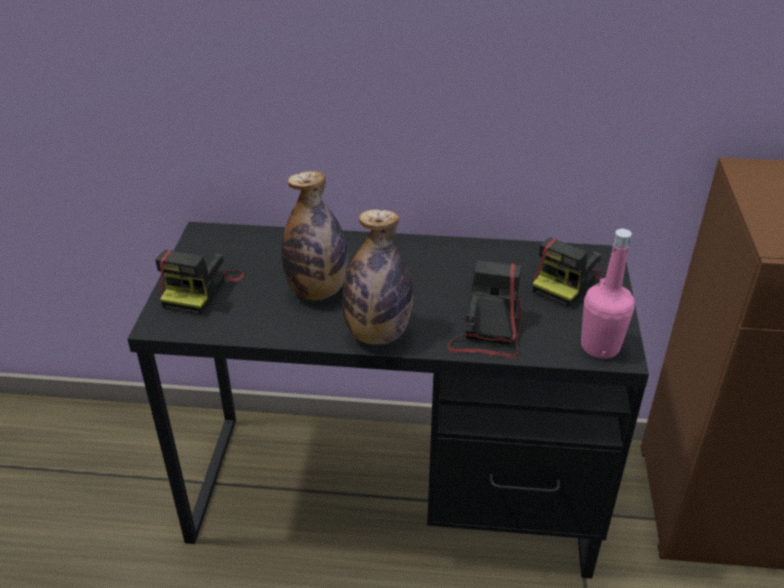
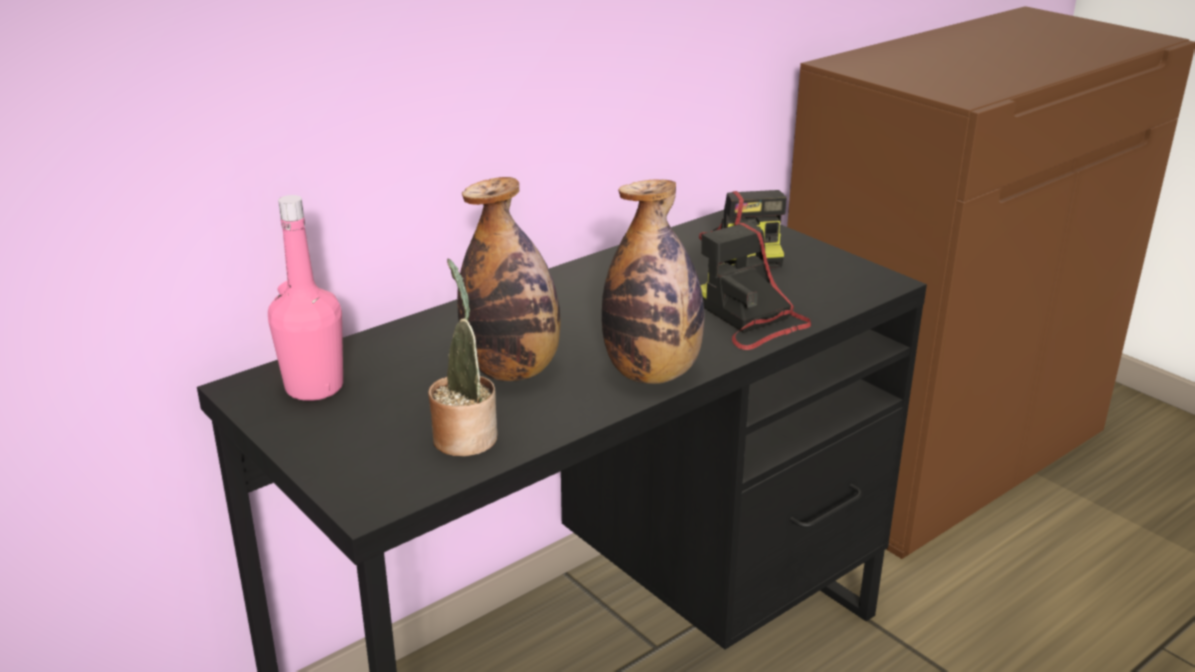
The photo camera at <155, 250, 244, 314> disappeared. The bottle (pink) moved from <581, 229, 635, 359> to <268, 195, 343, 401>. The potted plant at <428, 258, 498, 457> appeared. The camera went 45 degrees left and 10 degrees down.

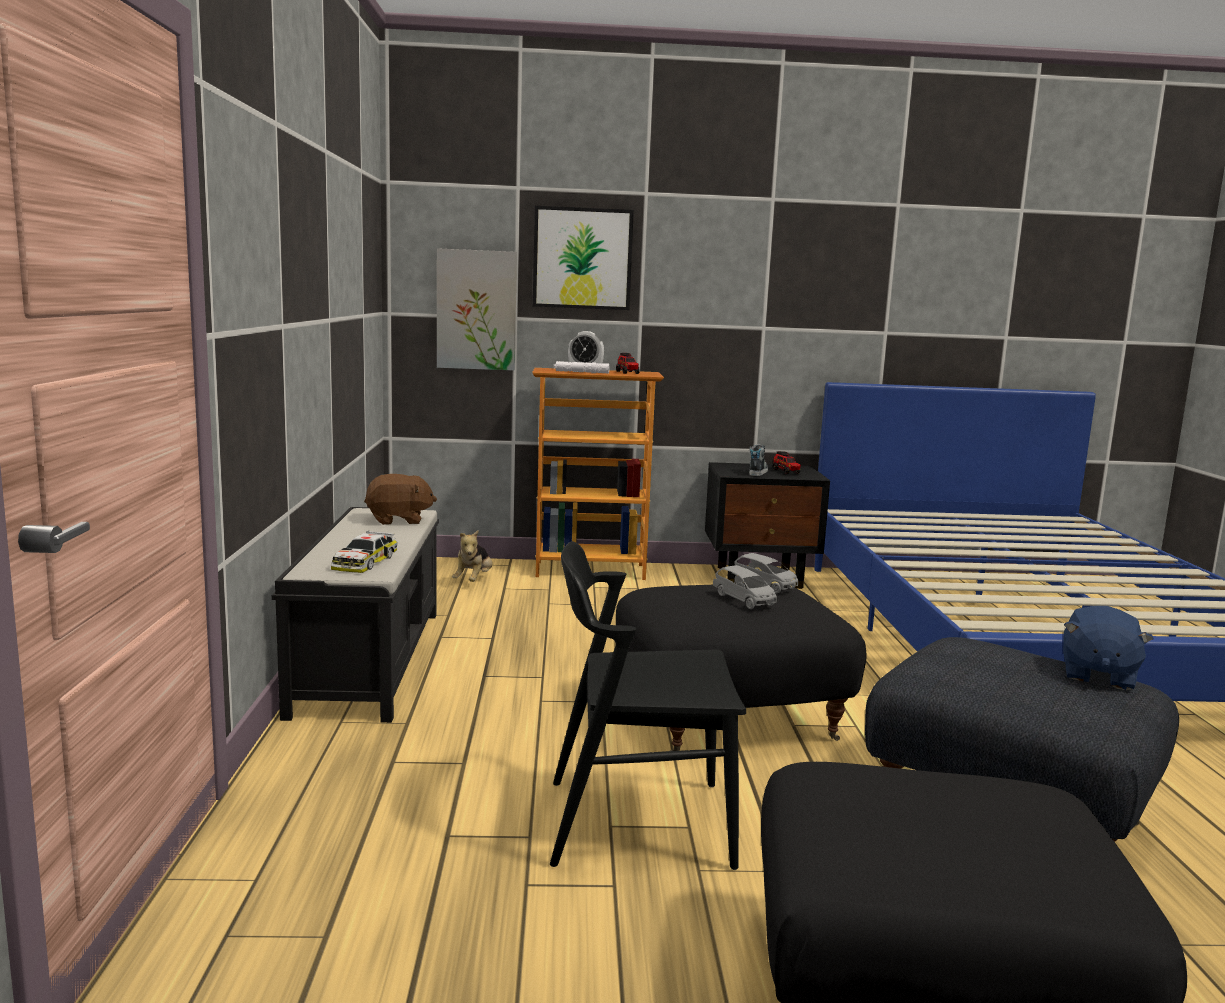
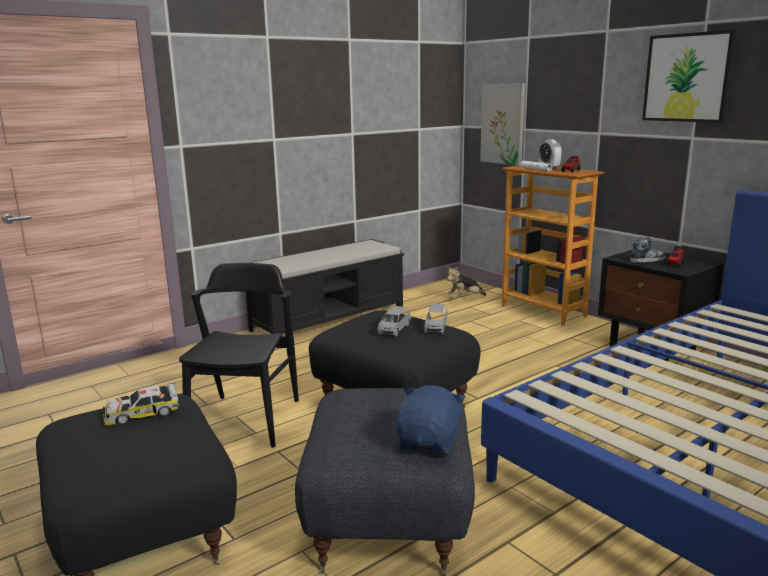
The toy car moved from <331, 531, 397, 573> to <103, 383, 178, 426>. The plush toy (brown) at <364, 474, 437, 525> disappeared. The picture moved from <533, 206, 634, 310> to <642, 30, 737, 123>. The chair (black) at <550, 541, 746, 870> turned 45 degrees clockwise. The plush toy (blue) at <1063, 606, 1154, 690> turned 120 degrees clockwise. The camera went 55 degrees right and 5 degrees up.

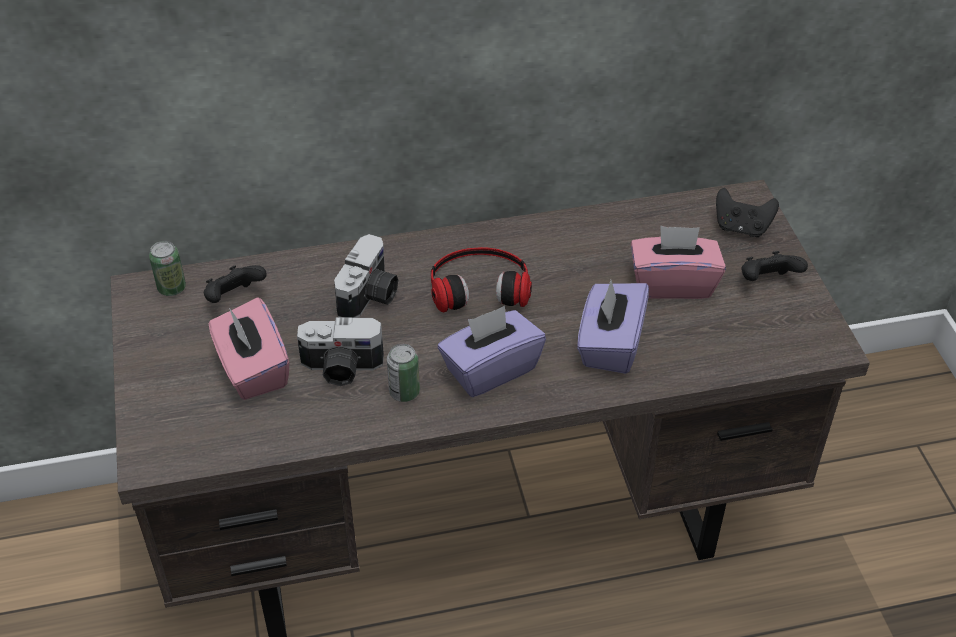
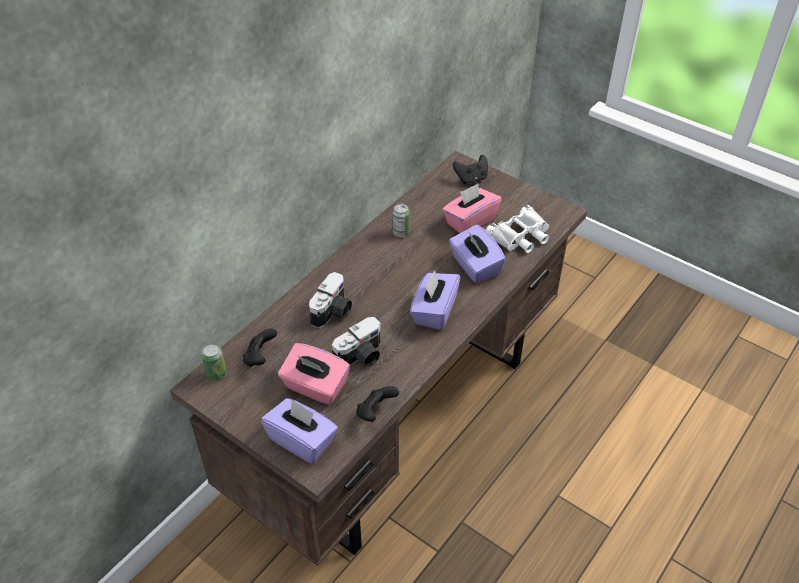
The photo camera at <334, 234, 398, 318> turned 45 degrees clockwise. The can moved from <387, 344, 420, 402> to <392, 204, 410, 237>. The headphones at <431, 247, 532, 312> disappeared. The game controller (black) moved from <741, 251, 808, 281> to <356, 386, 399, 422>. The tissue box (purple) at <261, 398, 338, 464> appeared. The binoculars (white) at <486, 205, 549, 253> appeared. The camera went 40 degrees left and 0 degrees up.

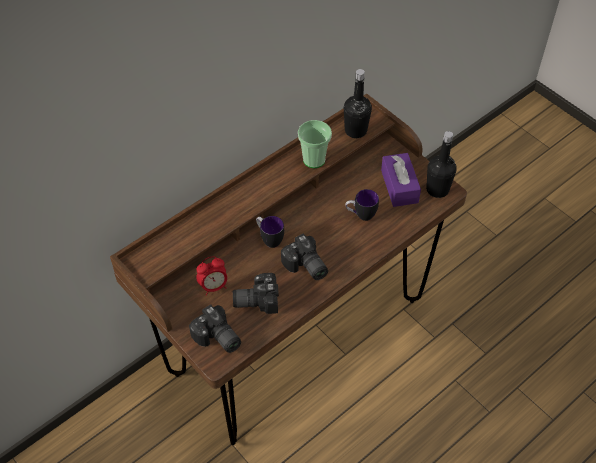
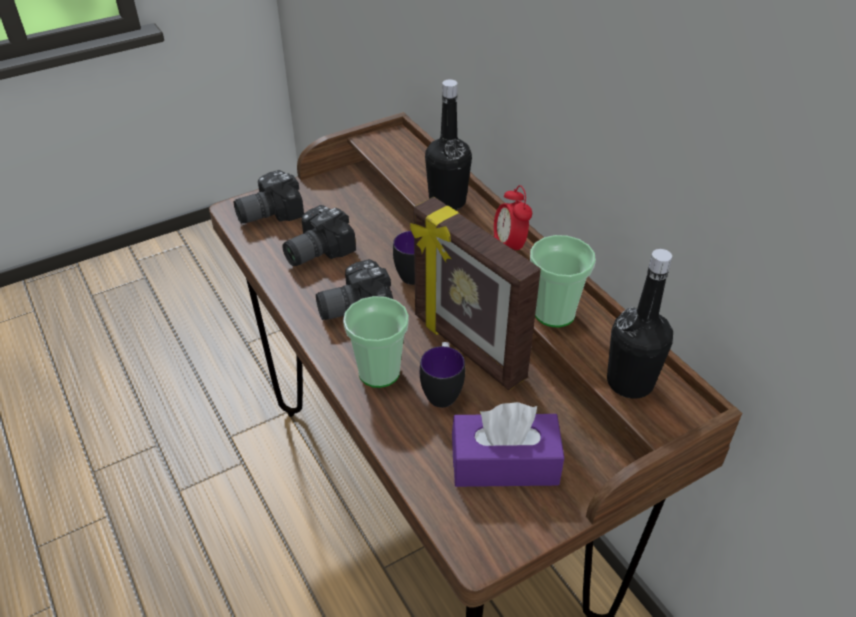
The alarm clock moved from <196, 256, 227, 296> to <494, 185, 532, 250>. The photo camera at <233, 273, 279, 314> turned 135 degrees counterclockwise. The bottle (black) moved from <426, 131, 456, 198> to <425, 79, 472, 210>. The cup at <343, 296, 409, 388> appeared. The picture frame at <410, 197, 541, 390> appeared. The camera went 100 degrees right and 10 degrees down.

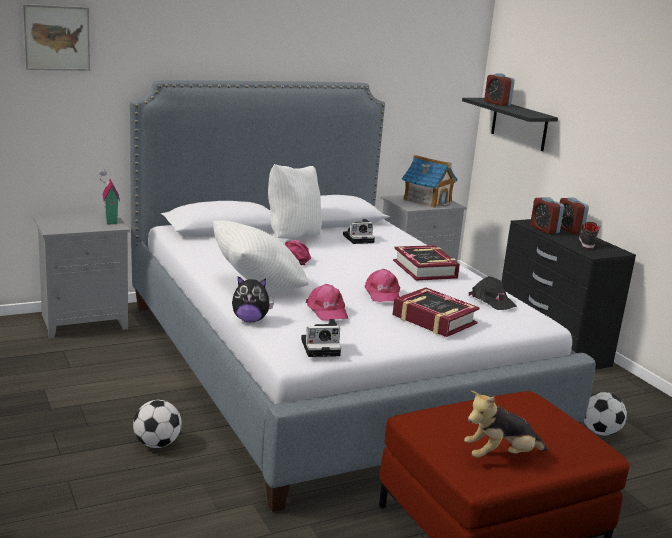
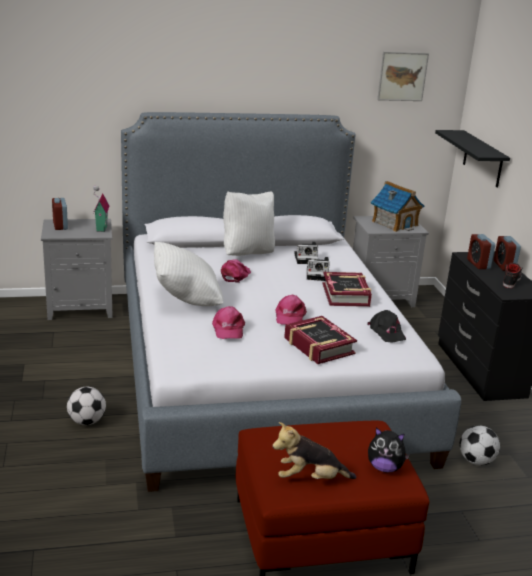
The picture moved from <23, 4, 90, 71> to <377, 51, 429, 101>. The plush toy moved from <232, 276, 274, 322> to <368, 427, 410, 472>. The photo camera moved from <301, 319, 341, 357> to <307, 257, 330, 281>. The alarm clock moved from <484, 73, 515, 106> to <52, 198, 68, 230>. The camera went 15 degrees right and 5 degrees up.

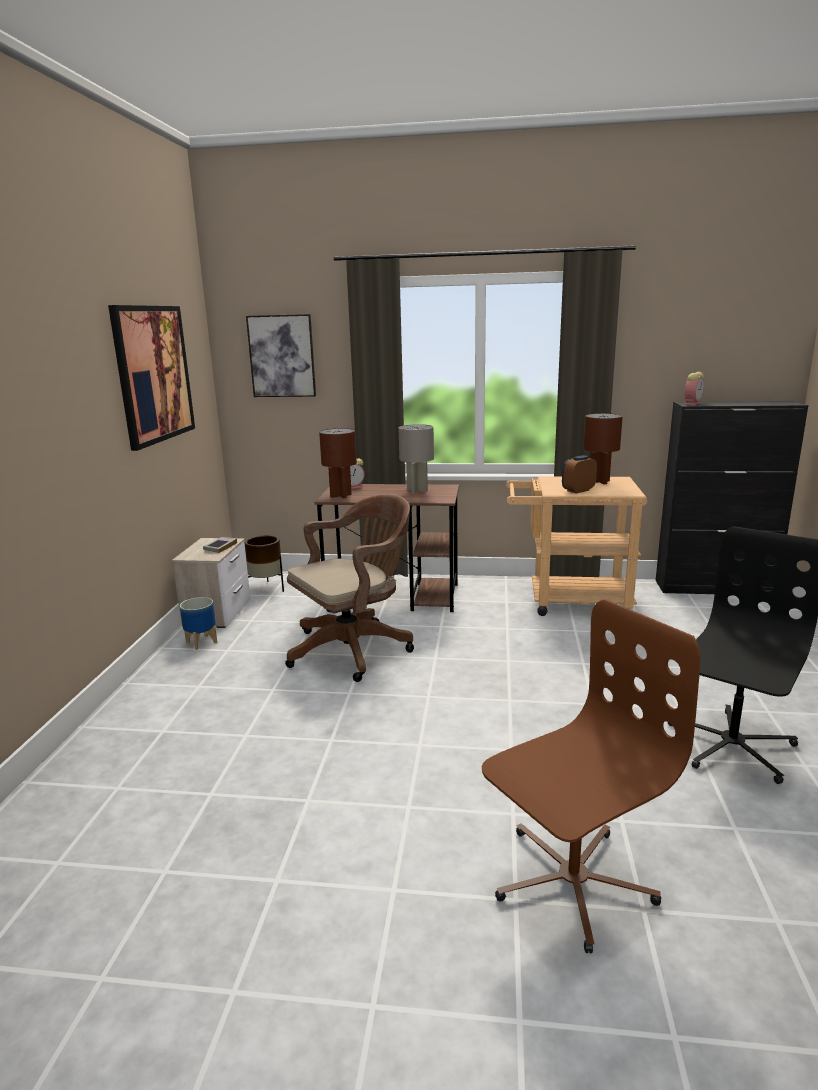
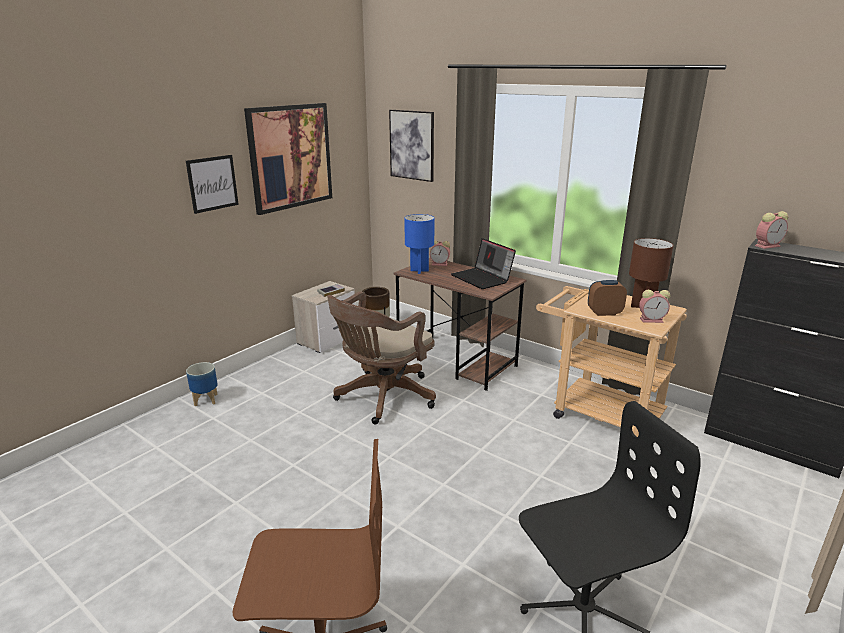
The planter moved from <180, 597, 217, 650> to <186, 362, 218, 407>. The office chair (brown) at <285, 494, 414, 682> turned 135 degrees clockwise. The table lamp (brown) at <319, 428, 357, 498> became the table lamp (blue) at <404, 214, 435, 274>. The table lamp (grey) at <398, 424, 434, 494> was replaced by the laptop at <451, 238, 516, 289>. The picture at <186, 155, 239, 214> appeared. The alarm clock at <639, 290, 670, 323> appeared. The camera went 30 degrees right and 5 degrees up.

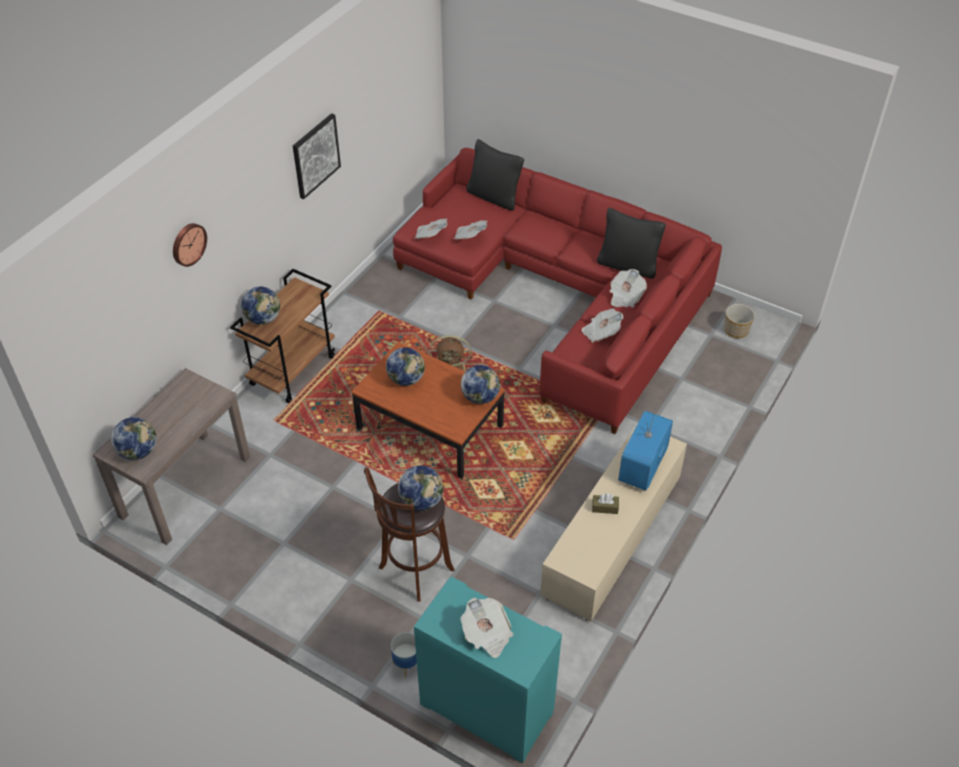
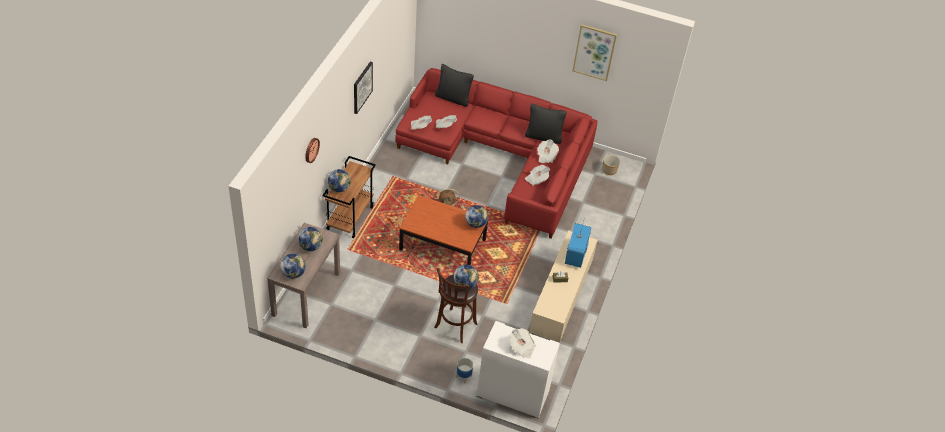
The globe moved from <386, 347, 425, 386> to <298, 227, 323, 251>. The cabinet (turquoise) at <414, 576, 562, 763> became the cabinet (white) at <477, 321, 560, 419>. The picture at <572, 24, 617, 81> appeared. The camera went 15 degrees left and 0 degrees up.

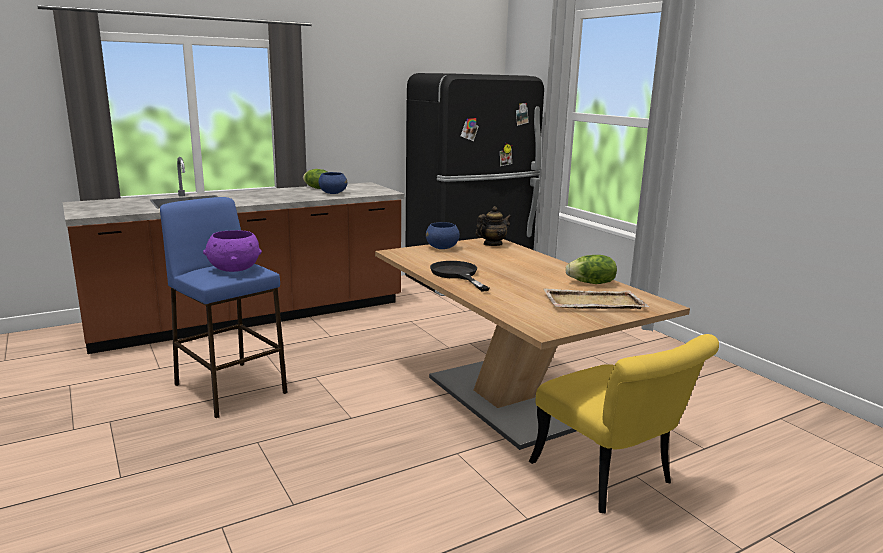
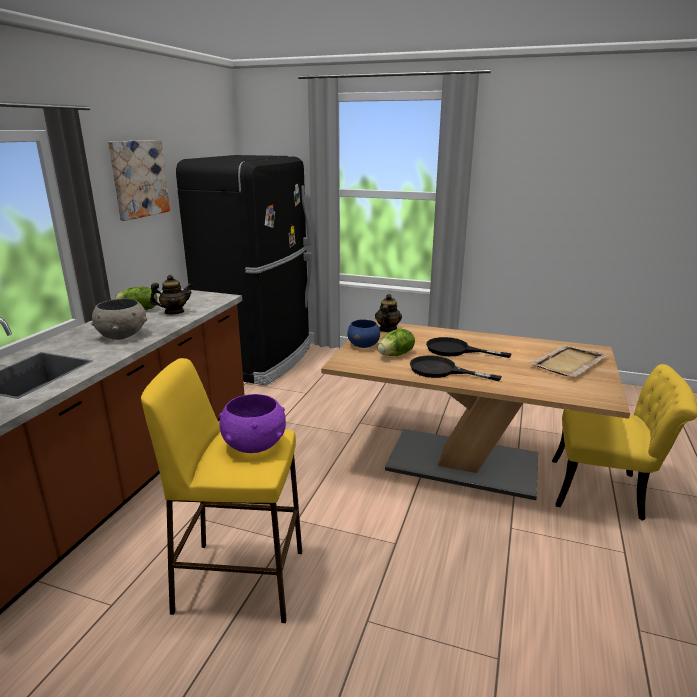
The stool (blue) at <160, 197, 288, 418> became the stool (yellow) at <141, 358, 302, 623>. The bowl (blue) at <319, 172, 347, 194> was replaced by the teapot at <150, 275, 193, 314>. The lettuce moved from <565, 255, 617, 284> to <378, 329, 415, 356>. The bowl (grey) at <91, 299, 147, 340> appeared. The picture at <108, 140, 170, 221> appeared. The frying pan (black) at <426, 337, 511, 358> appeared. The camera went 40 degrees left and 5 degrees up.

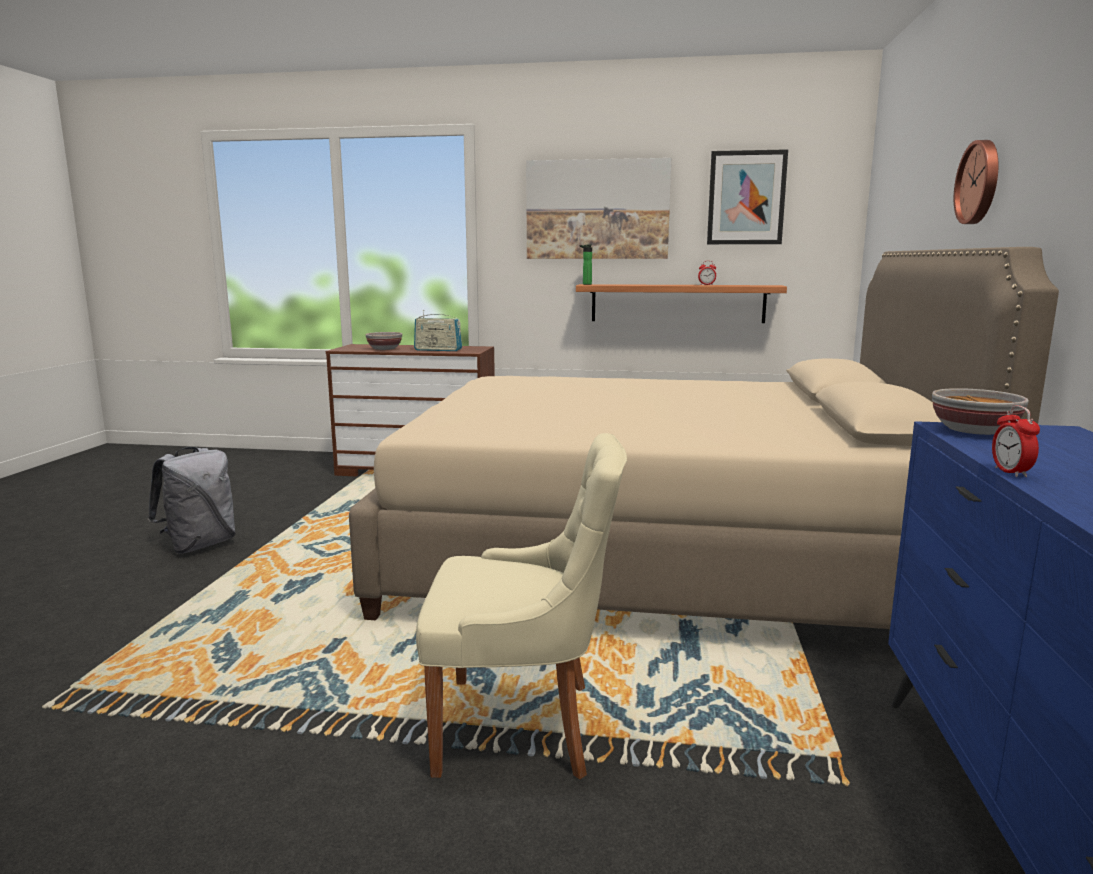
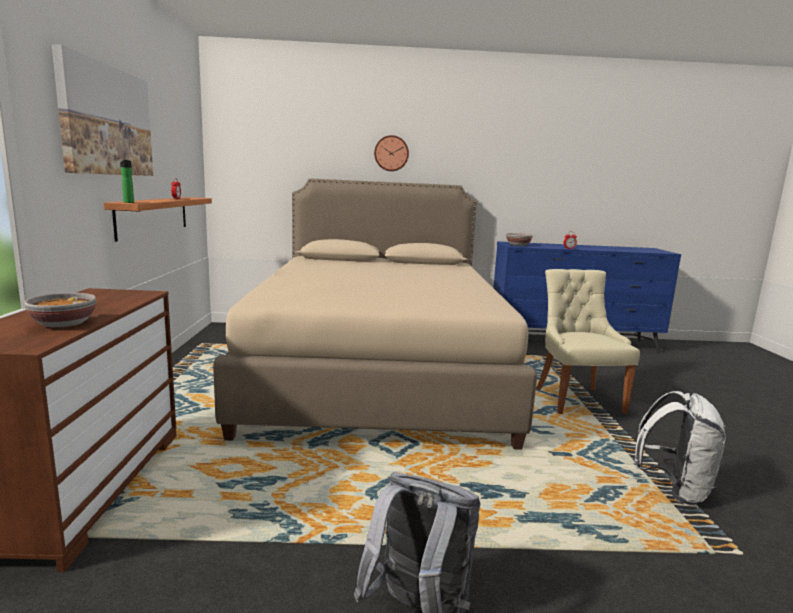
The radio at <414, 310, 462, 351> disappeared. The picture at <707, 149, 788, 244> disappeared. The backpack (white) at <633, 391, 726, 505> appeared. The camera went 100 degrees left and 0 degrees up.

